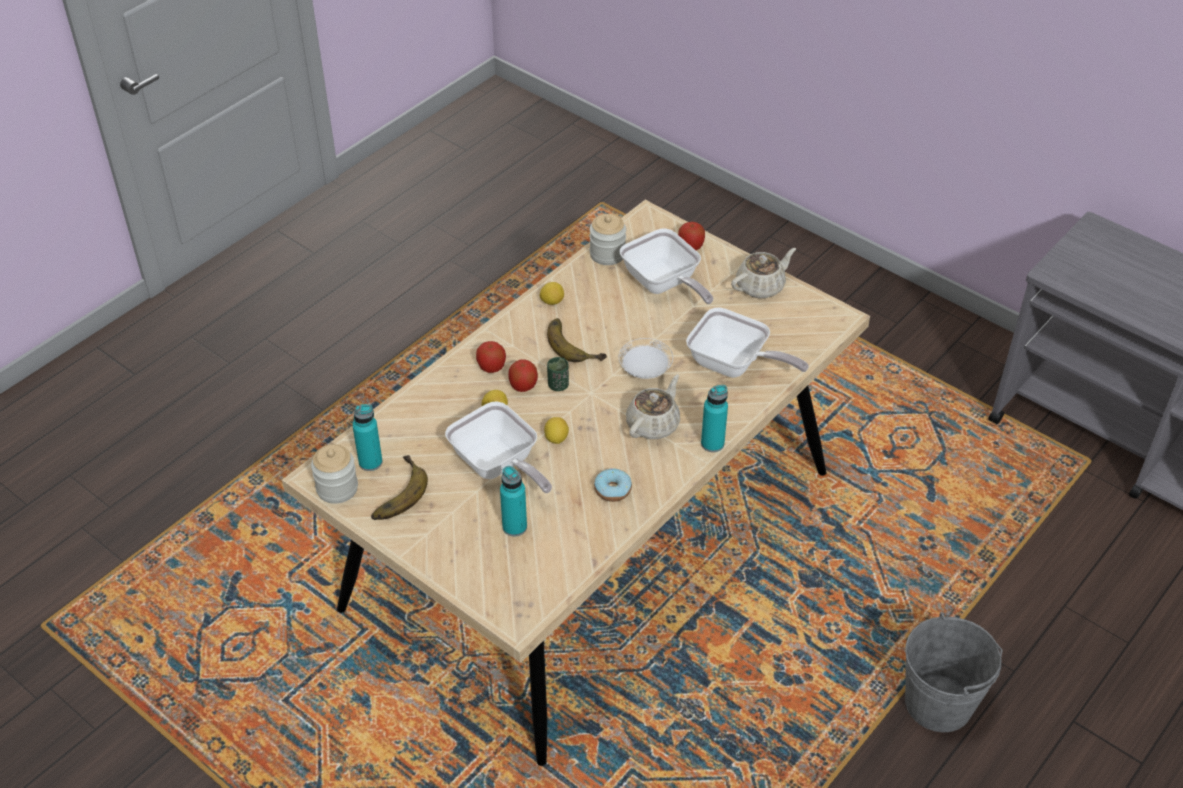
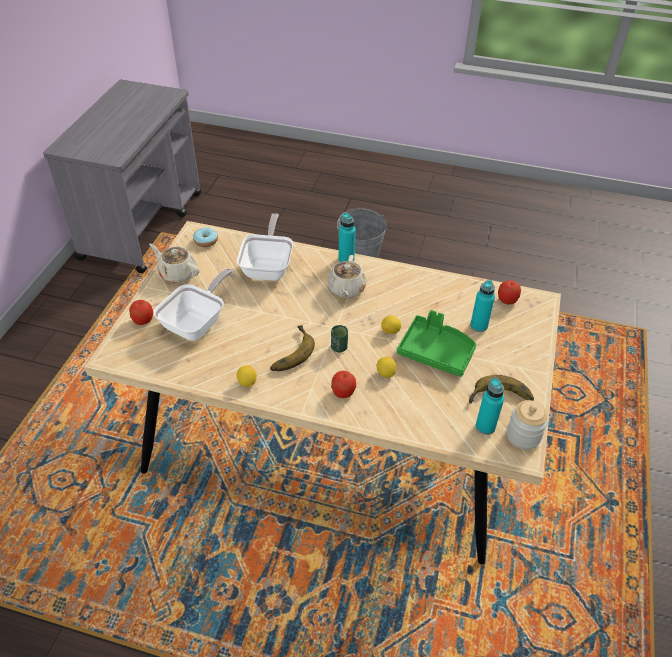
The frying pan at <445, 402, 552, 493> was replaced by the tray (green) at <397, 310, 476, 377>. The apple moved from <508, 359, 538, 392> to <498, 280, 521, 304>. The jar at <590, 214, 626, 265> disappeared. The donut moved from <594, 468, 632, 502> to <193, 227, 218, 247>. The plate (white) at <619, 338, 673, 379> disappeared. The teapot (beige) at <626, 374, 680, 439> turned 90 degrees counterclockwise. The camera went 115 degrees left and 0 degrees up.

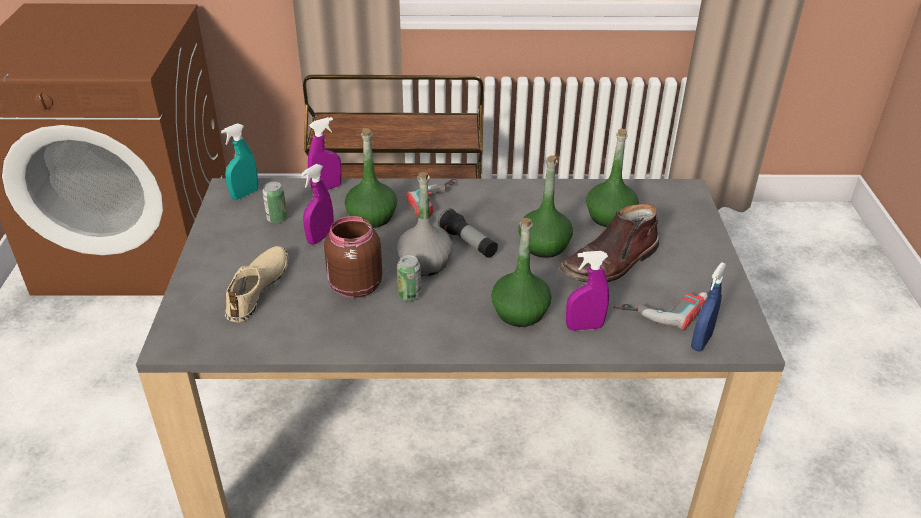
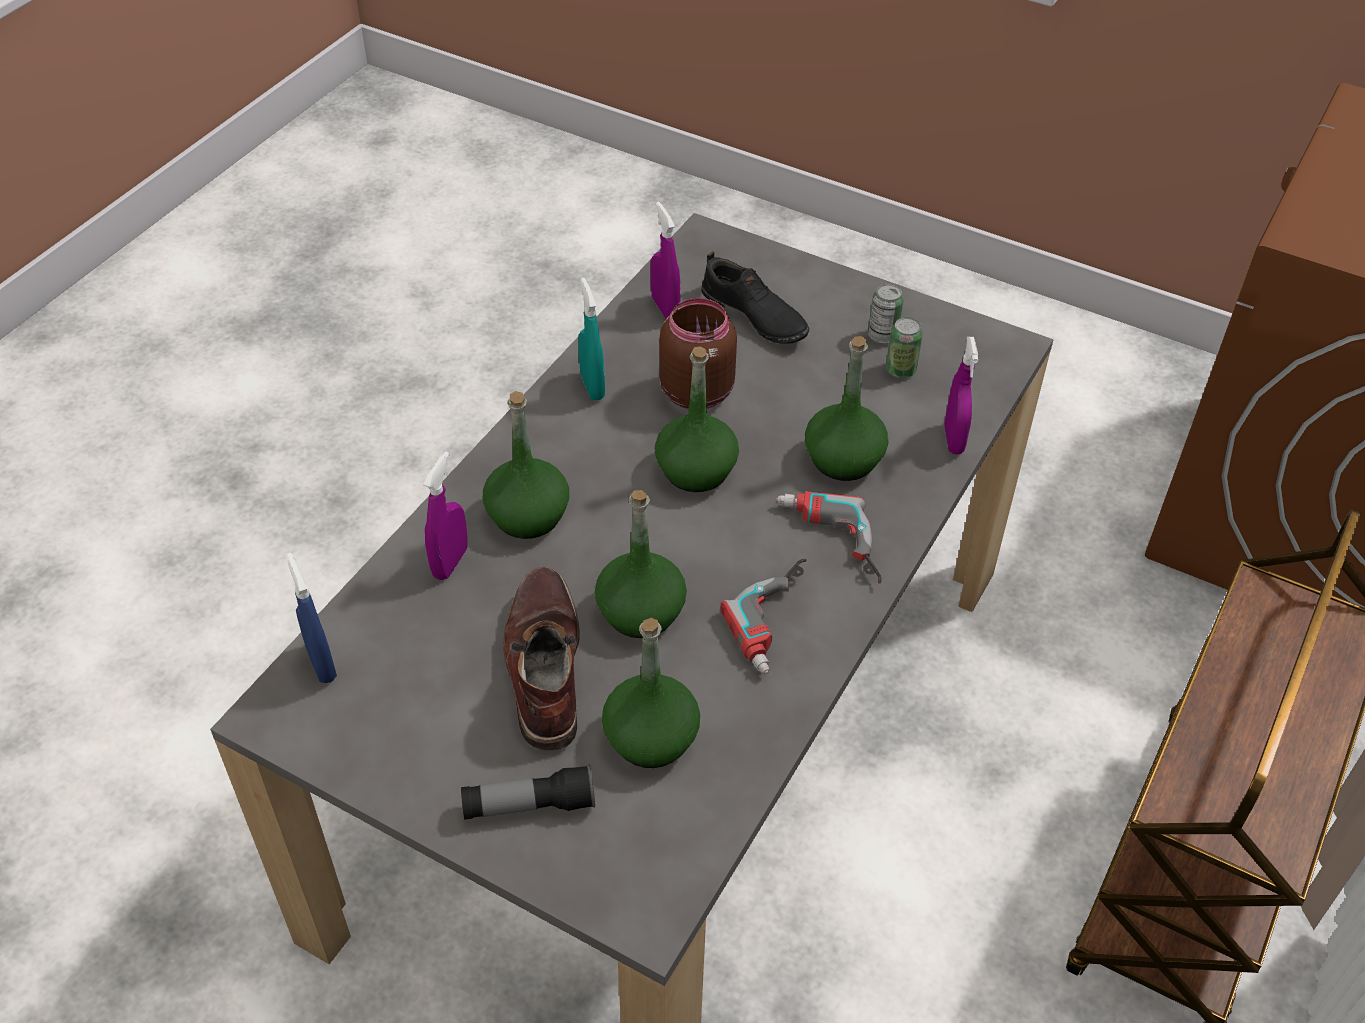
The spray bottle (turquoise) moved from <221, 123, 258, 200> to <578, 278, 605, 400>. The shoe (beige) at <225, 246, 288, 323> became the shoe (black) at <701, 251, 809, 344>. The spray bottle (purple) moved from <301, 164, 334, 245> to <651, 202, 681, 319>. The bottle (grey) at <397, 172, 453, 276> became the bottle (green) at <655, 346, 739, 492>. The can moved from <397, 255, 421, 301> to <868, 284, 904, 344>. The flashlight moved from <438, 208, 498, 258> to <461, 764, 595, 820>. The power drill moved from <613, 292, 708, 330> to <721, 559, 807, 674>. The camera went 120 degrees right and 10 degrees up.

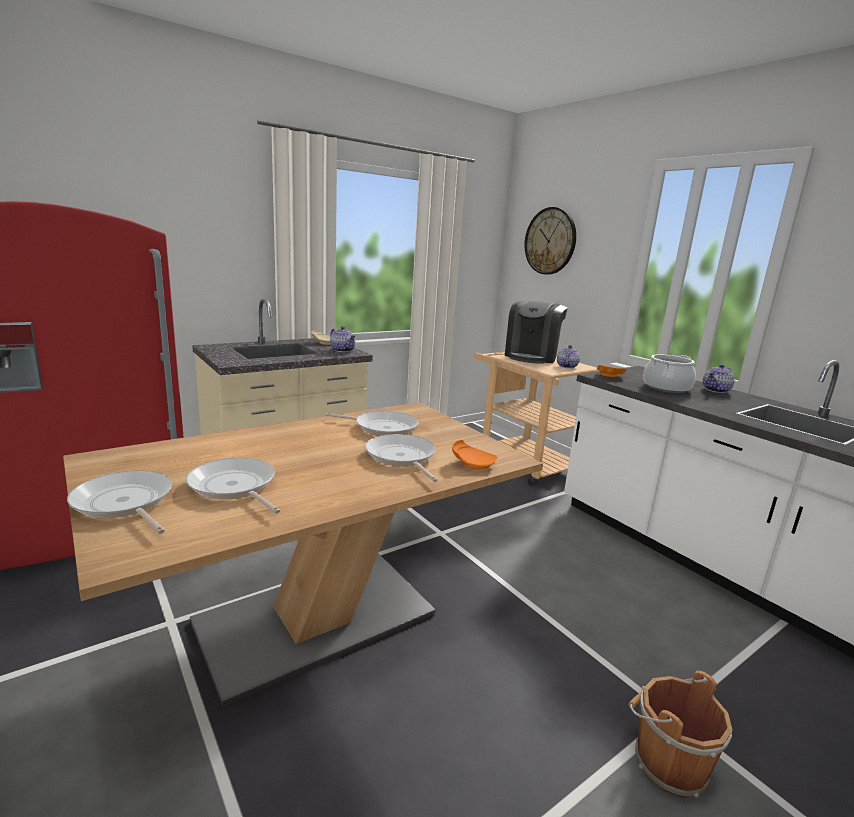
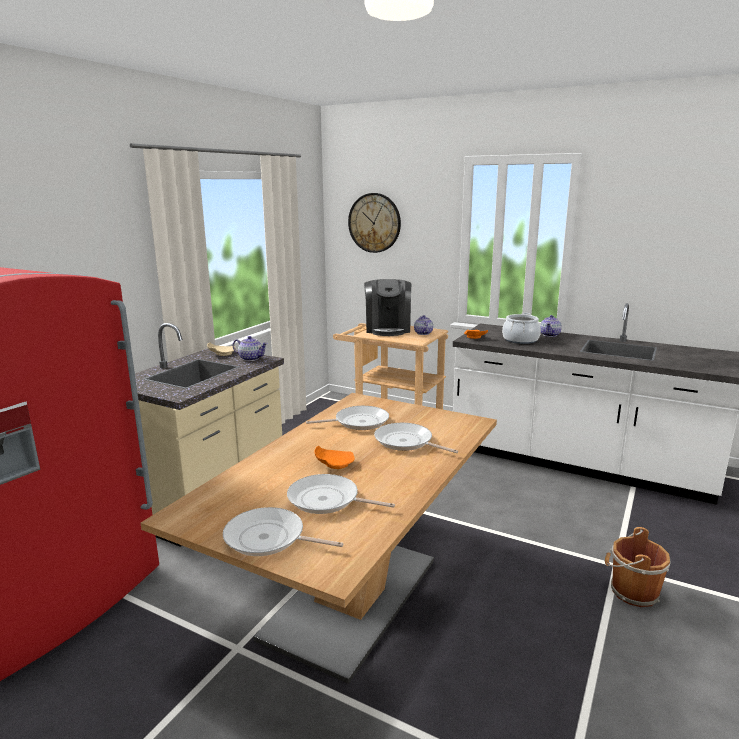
The plate (orange) moved from <452, 440, 497, 470> to <315, 446, 355, 469>. The camera went 25 degrees left and 0 degrees up.

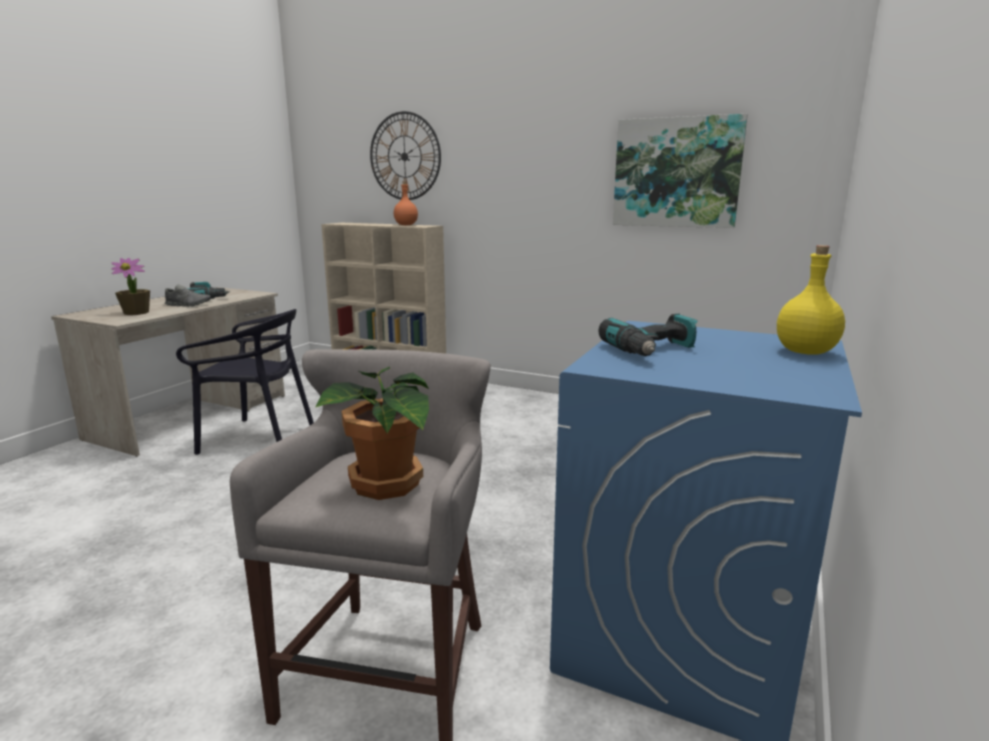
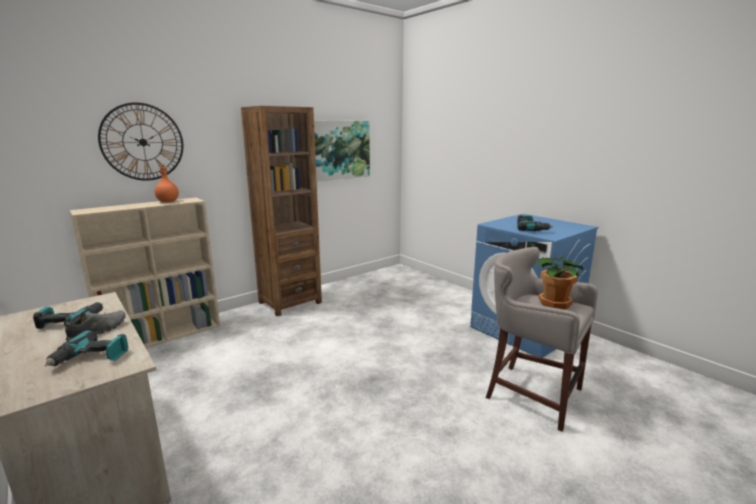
The potted plant at <111, 258, 150, 315> was replaced by the power drill at <44, 330, 128, 366>. The chair (black) at <176, 309, 314, 455> disappeared. The bottle (yellow) at <777, 245, 845, 355> disappeared. The bookcase (brown) at <241, 106, 322, 316> appeared. The camera went 65 degrees left and 0 degrees up.

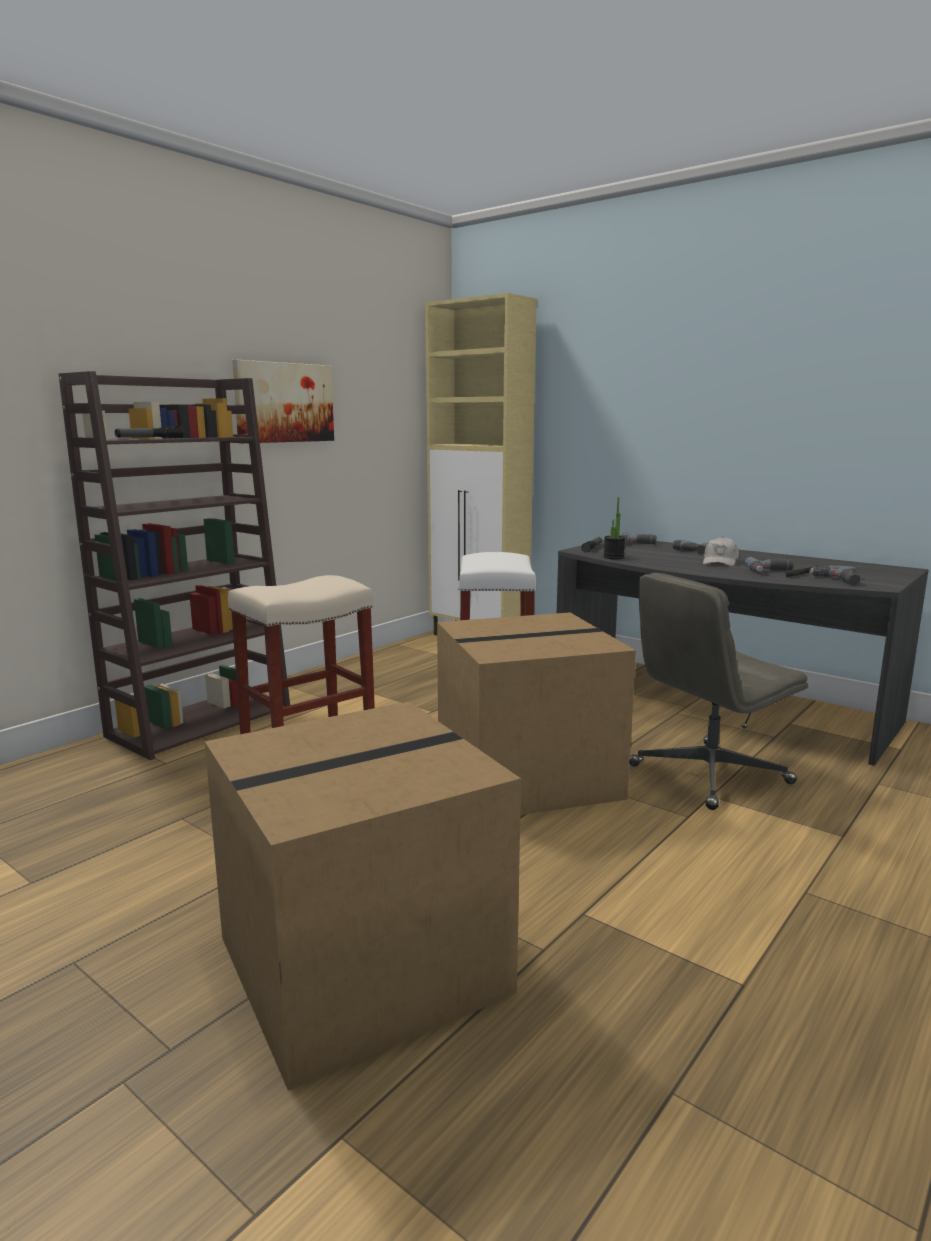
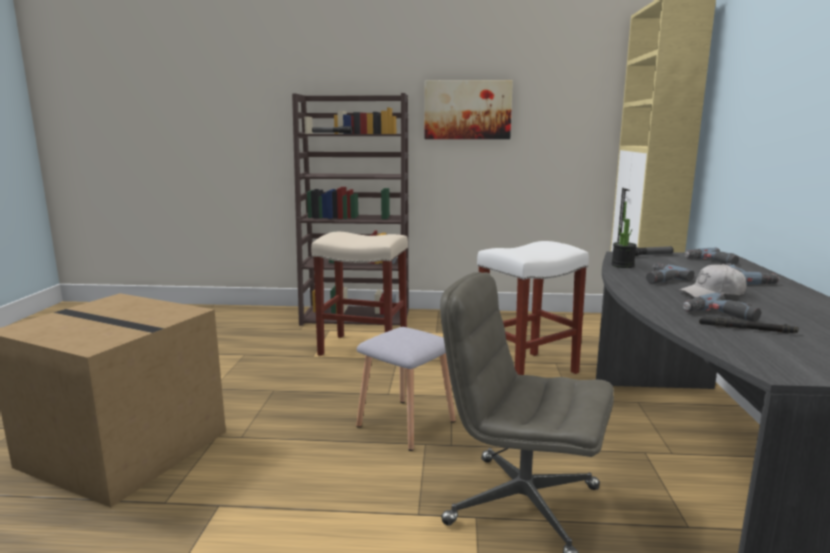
The cardboard box at <437, 612, 636, 815> was replaced by the stool (grey) at <356, 327, 456, 451>. The power drill moved from <809, 566, 861, 585> to <646, 263, 695, 283>. The camera went 55 degrees right and 0 degrees up.

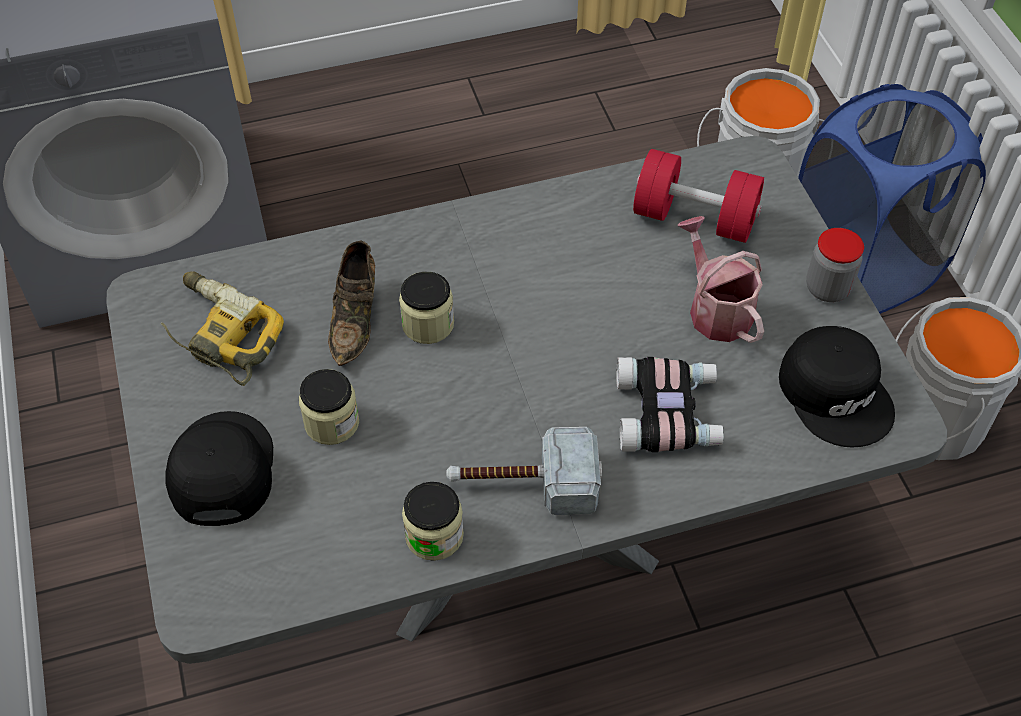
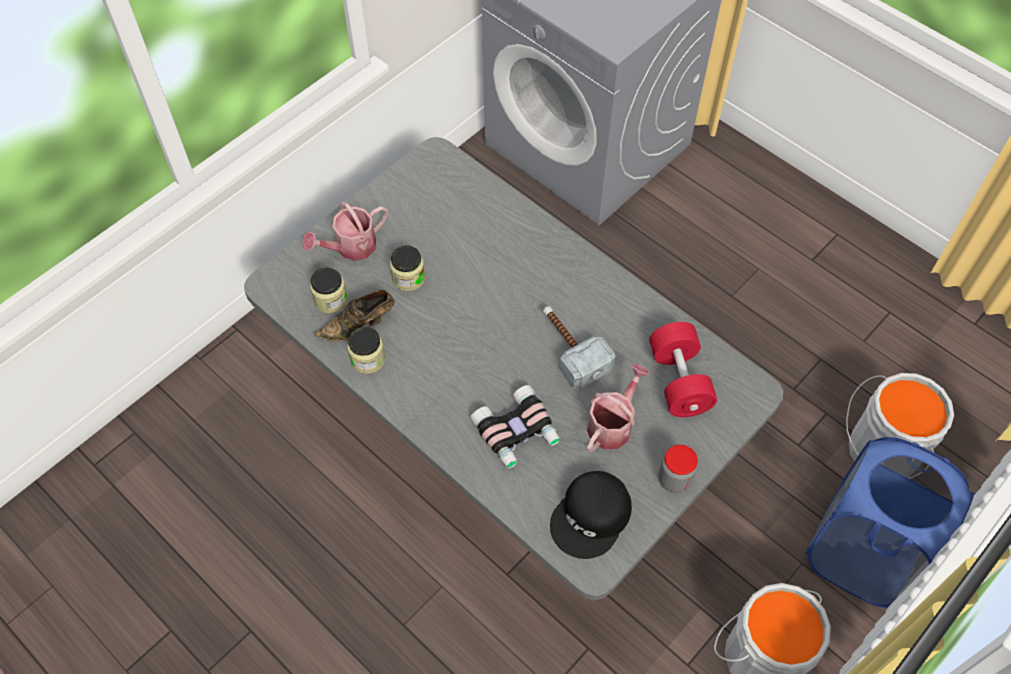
The power drill at <161, 271, 284, 386> disappeared. The cap (black) at <165, 411, 273, 526> was replaced by the watering can at <302, 202, 388, 261>. The shoe (brown) moved from <328, 241, 375, 366> to <314, 289, 394, 342>. The jar moved from <399, 272, 454, 344> to <310, 267, 348, 313>. The hammer moved from <446, 427, 602, 515> to <543, 306, 615, 388>. The camera went 60 degrees right and 5 degrees up.

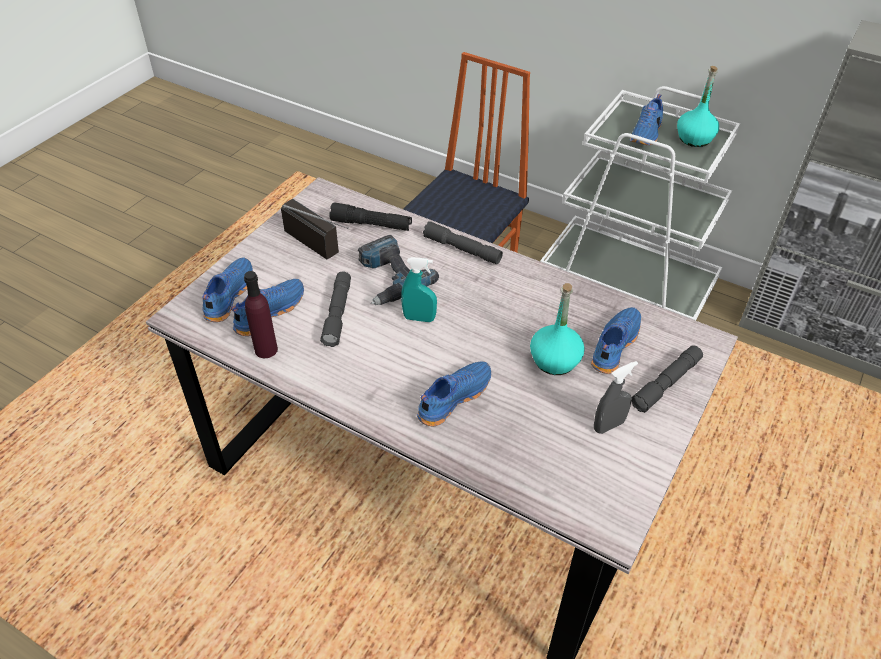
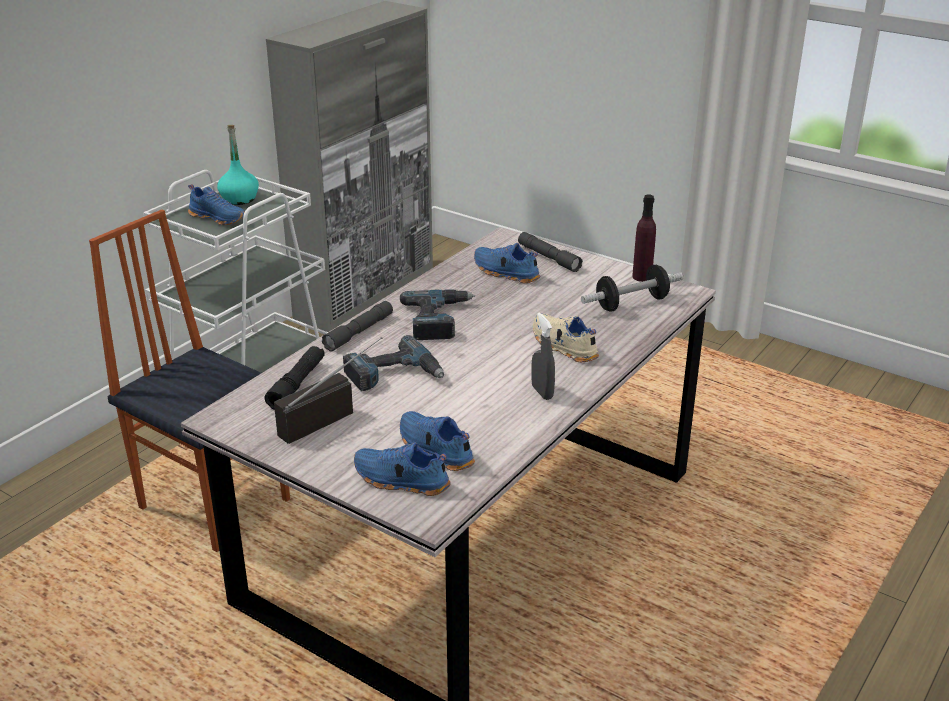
The bottle (purple) moved from <244, 271, 278, 358> to <632, 195, 656, 282>. The flashlight (grey) at <320, 272, 351, 347> disappeared. The spray bottle (turquoise) at <401, 257, 437, 322> disappeared. The shoe (blue) at <417, 361, 491, 426> became the shoe (beige) at <533, 314, 599, 362>. The bottle (turquoise) at <530, 283, 585, 375> disappeared. The spray bottle (grey) moved from <594, 361, 638, 434> to <531, 313, 555, 400>. The power drill at <400, 289, 475, 340> appeared. The dumbbell at <581, 265, 683, 312> appeared. The camera went 85 degrees left and 15 degrees down.

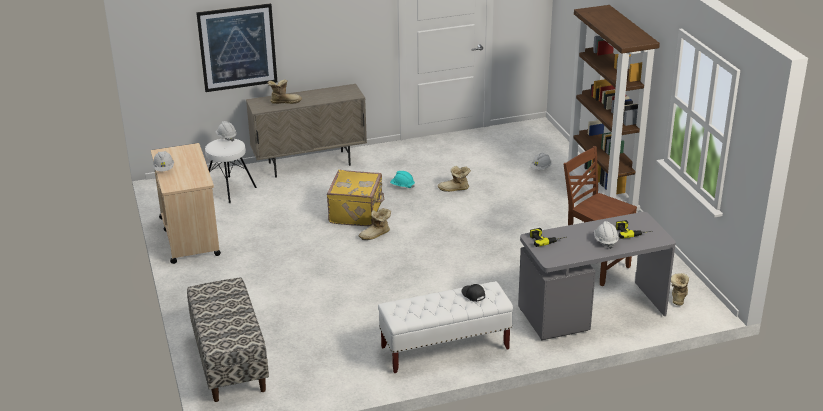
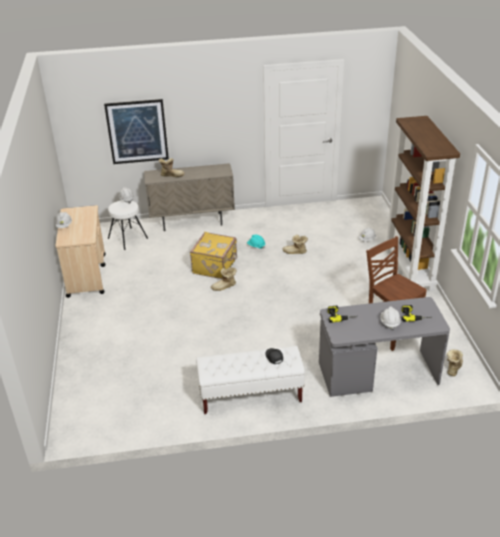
The bench at <187, 277, 269, 402> disappeared. The camera went 10 degrees right and 5 degrees up.

